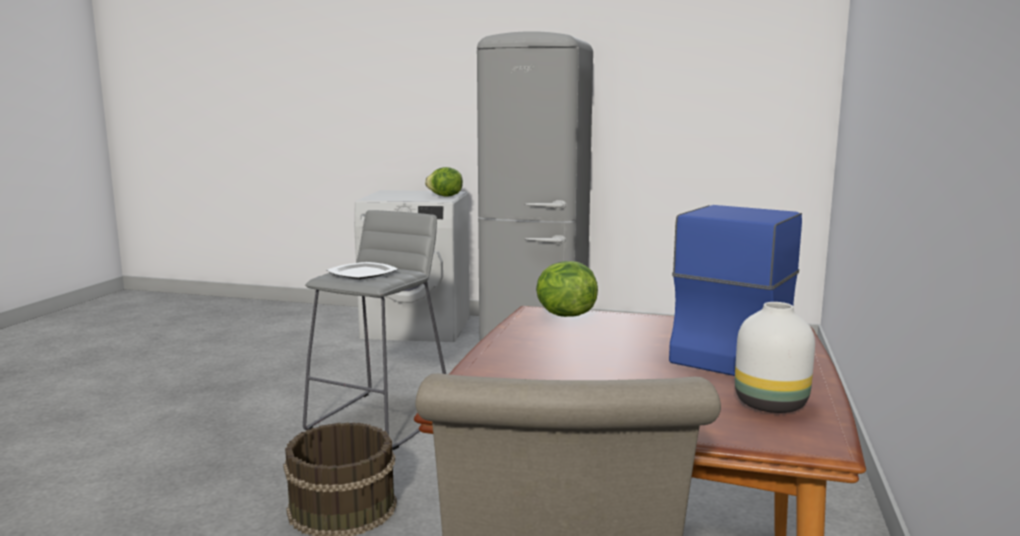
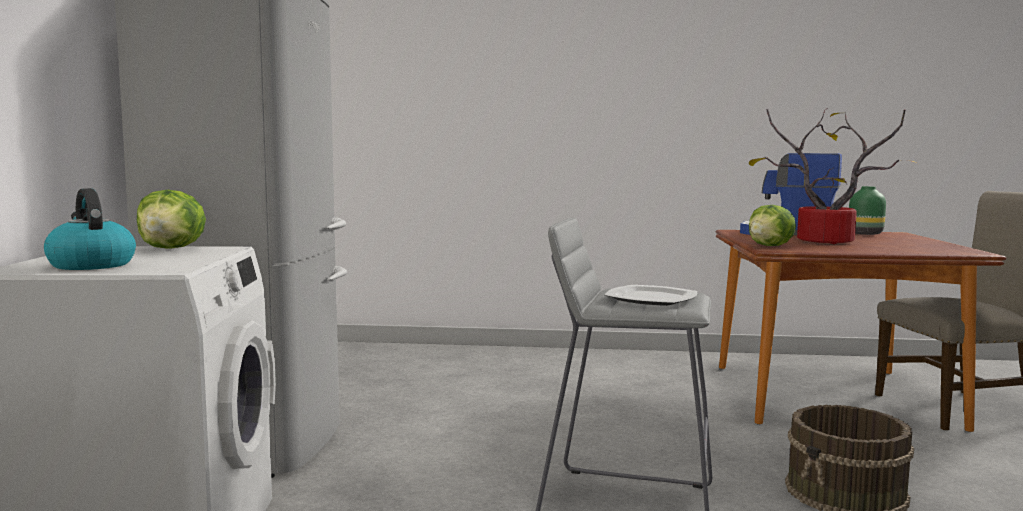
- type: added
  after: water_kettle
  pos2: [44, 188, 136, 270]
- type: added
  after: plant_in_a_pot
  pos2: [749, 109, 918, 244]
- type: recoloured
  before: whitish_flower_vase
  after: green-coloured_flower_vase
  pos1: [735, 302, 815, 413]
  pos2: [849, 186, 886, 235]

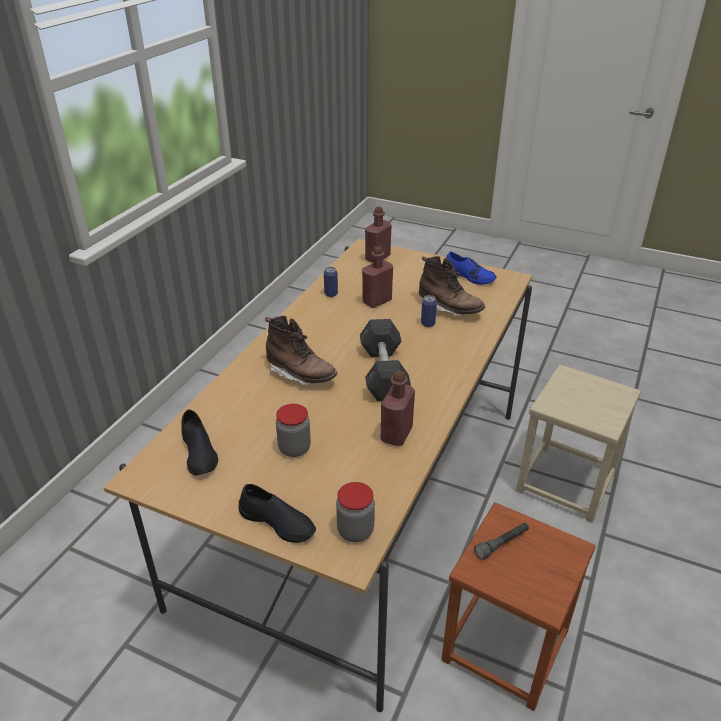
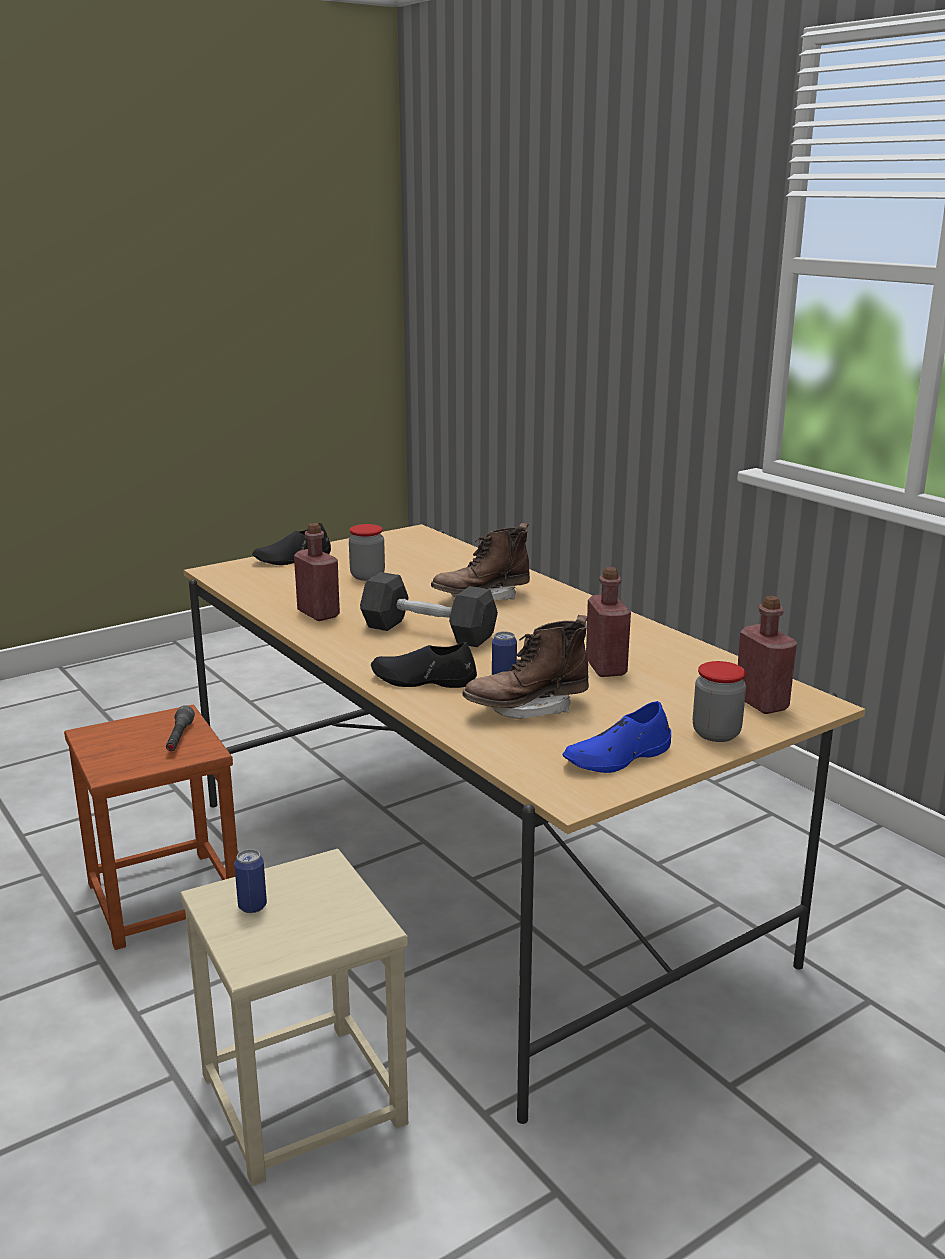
- type: moved
  before: black-coloured_shoe
  pos1: [181, 409, 218, 475]
  pos2: [371, 642, 477, 688]
- type: moved
  before: can
  pos1: [324, 267, 338, 297]
  pos2: [234, 849, 267, 913]
- type: moved
  before: preserve_jar
  pos1: [336, 482, 375, 542]
  pos2: [693, 661, 746, 742]

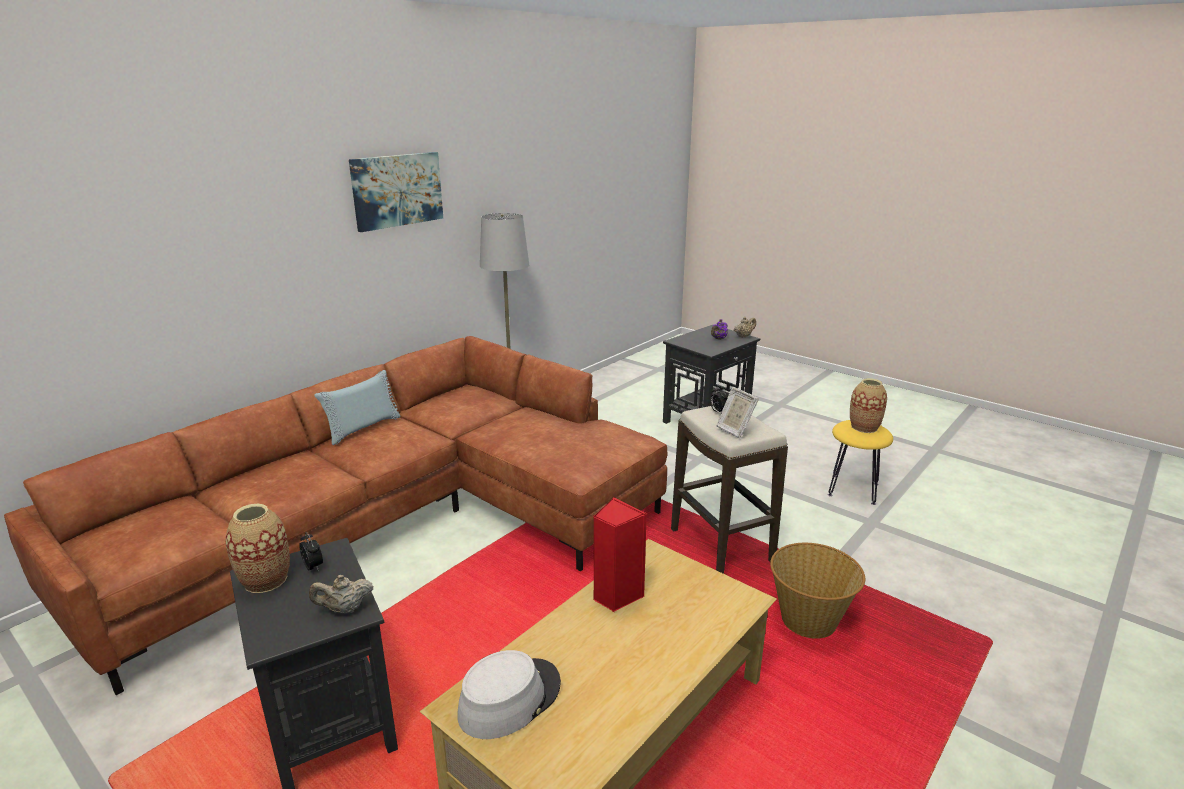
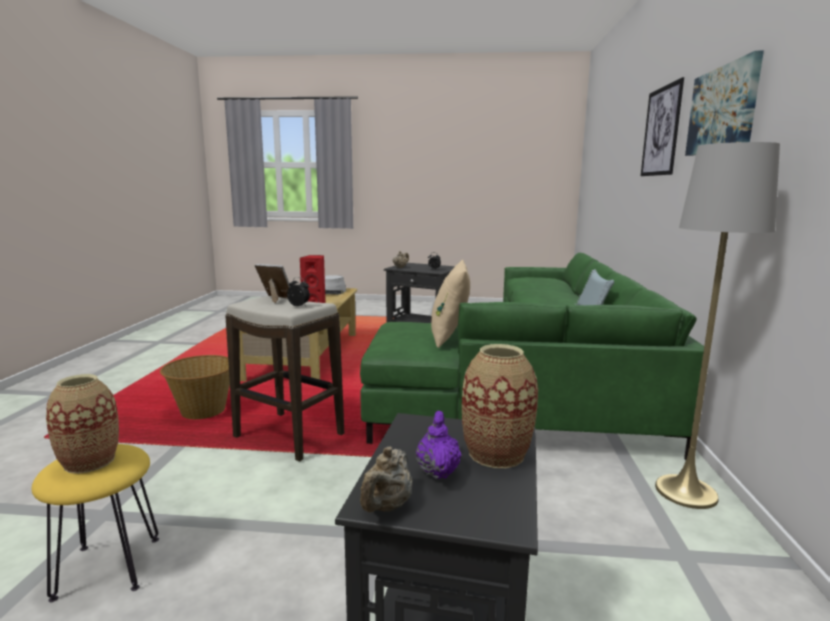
- type: added
  after: beige_cushion
  pos2: [431, 260, 470, 348]
- type: added
  after: wall_art
  pos2: [641, 77, 684, 176]
- type: moved
  before: flower_vase
  pos1: [226, 504, 290, 593]
  pos2: [462, 344, 538, 469]
- type: recoloured
  before: brown_couch
  after: green-coloured_couch
  pos1: [4, 336, 668, 695]
  pos2: [360, 253, 704, 460]

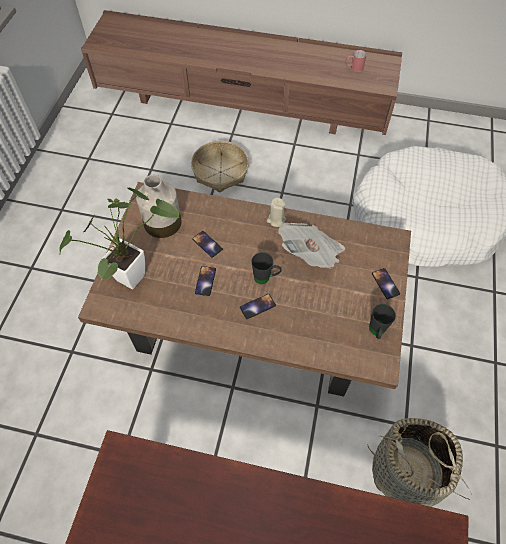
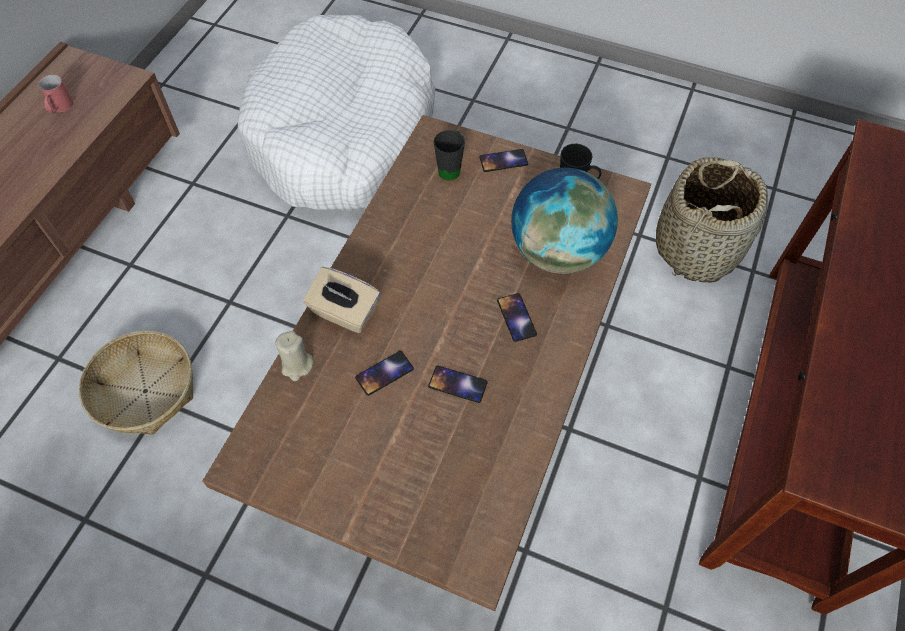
- type: removed
  before: plant_in_a_pot
  pos1: [59, 188, 179, 289]
- type: removed
  before: beige_flower_vase
  pos1: [136, 175, 182, 238]
- type: removed
  before: newspaper
  pos1: [278, 223, 345, 269]
- type: added
  after: beige_tissue_box
  pos2: [303, 267, 380, 333]
- type: added
  after: desk_globe
  pos2: [511, 168, 618, 274]
- type: moved
  before: black-coloured_coffee_mug
  pos1: [252, 252, 282, 284]
  pos2: [434, 130, 465, 181]
- type: moved
  before: beige_wax_light
  pos1: [267, 197, 286, 227]
  pos2: [275, 331, 314, 381]

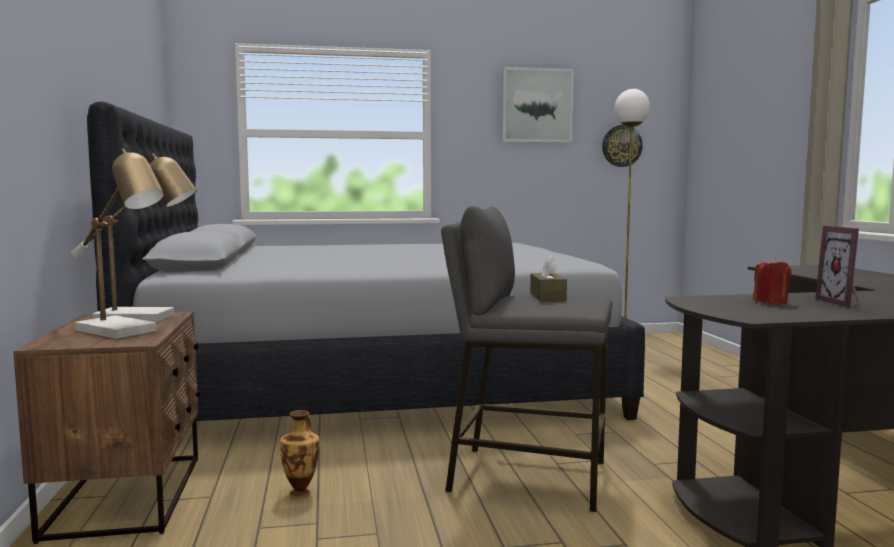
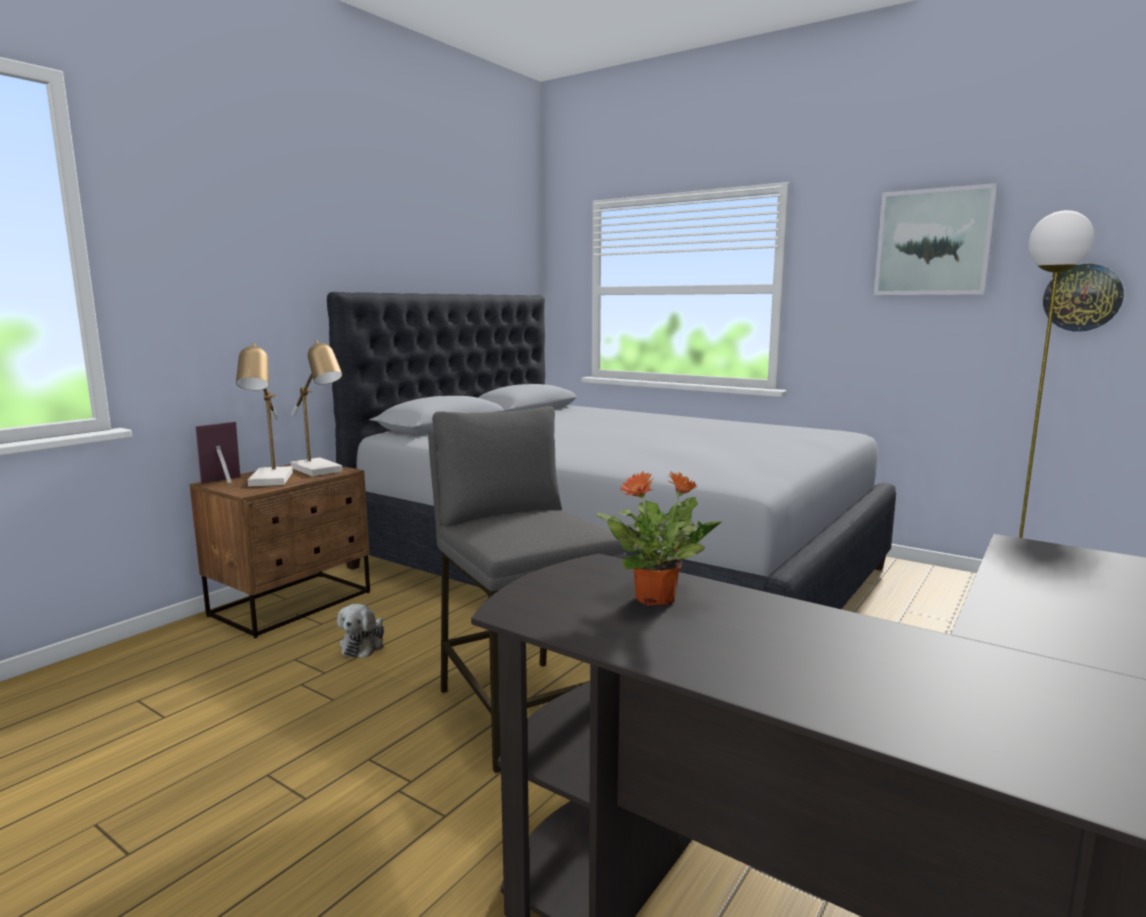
- type: removed
  before: brown_tissue_box
  pos1: [530, 255, 567, 302]
- type: moved
  before: standing_frame
  pos1: [815, 226, 861, 308]
  pos2: [196, 422, 240, 484]
- type: replaced
  before: flower_vase
  after: soft_toy
  pos1: [280, 410, 320, 498]
  pos2: [337, 604, 384, 658]
- type: replaced
  before: reddish_wax_light
  after: plant_in_a_pot
  pos1: [753, 257, 792, 304]
  pos2: [596, 471, 723, 605]

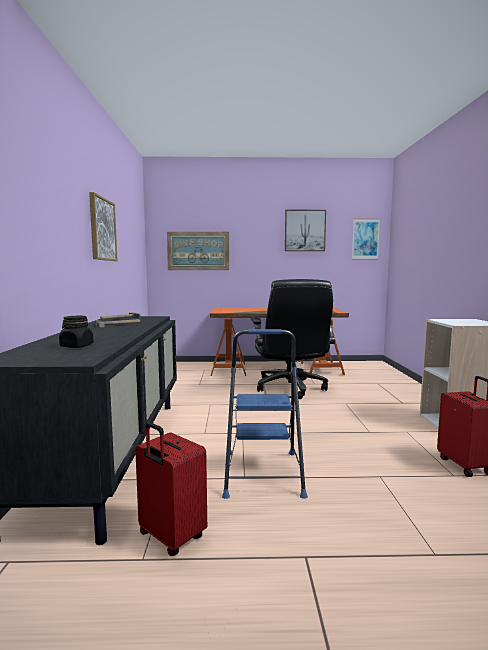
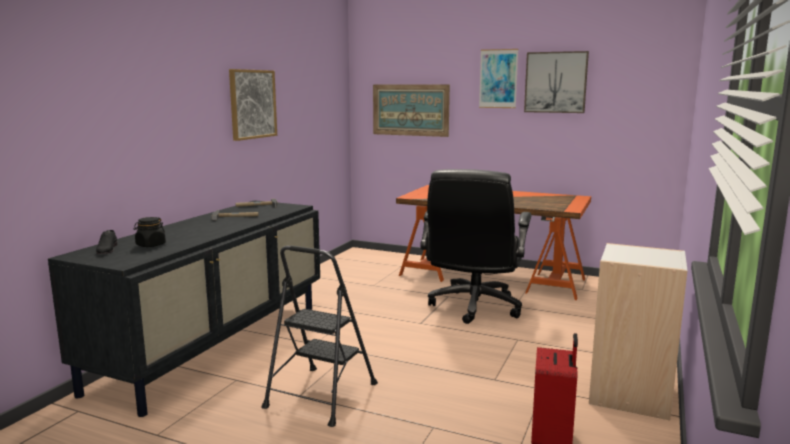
- type: removed
  before: reddish_travel_case
  pos1: [135, 422, 207, 556]
- type: added
  after: black-coloured_shoe
  pos2: [96, 230, 117, 254]
- type: moved
  before: wall_art
  pos1: [352, 219, 380, 260]
  pos2: [479, 49, 518, 108]
- type: recoloured
  before: blue-coloured_stepladder
  after: black-coloured_stepladder
  pos1: [222, 329, 308, 499]
  pos2: [261, 245, 378, 427]

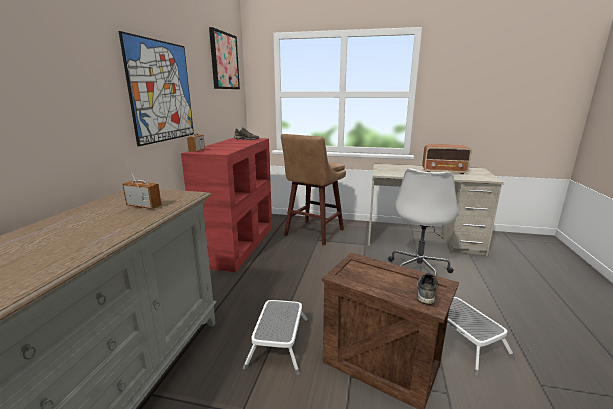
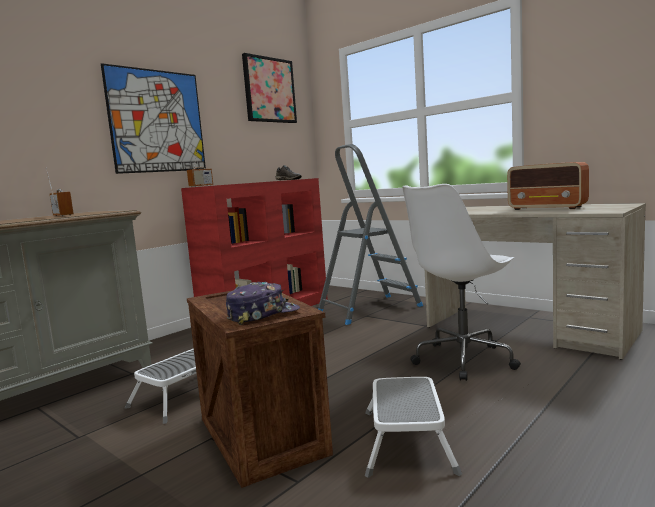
- type: replaced
  before: brown_stool_seat
  after: gray_stepladder
  pos1: [281, 134, 346, 245]
  pos2: [318, 144, 423, 325]
- type: replaced
  before: gray_shoe
  after: cap
  pos1: [417, 273, 438, 305]
  pos2: [226, 282, 300, 325]

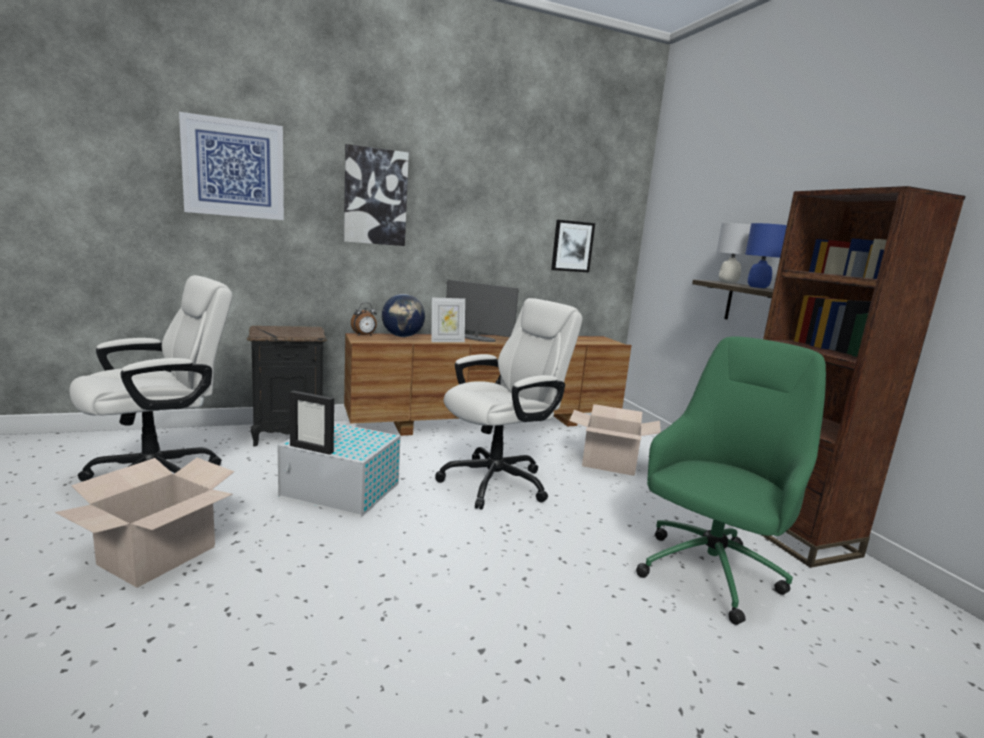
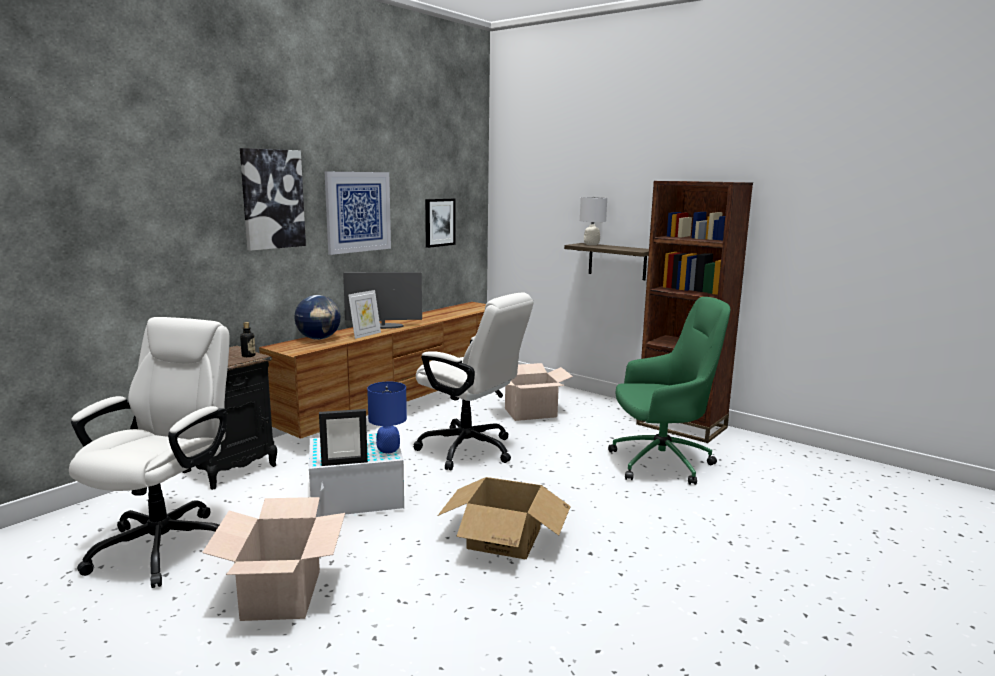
- type: removed
  before: alarm_clock
  pos1: [351, 302, 377, 336]
- type: added
  after: drink_bottle
  pos2: [240, 322, 256, 357]
- type: added
  after: packing_box
  pos2: [437, 477, 571, 560]
- type: moved
  before: wall_art
  pos1: [179, 112, 284, 220]
  pos2: [325, 172, 391, 255]
- type: moved
  before: blue-coloured_tabletop_lamp
  pos1: [745, 223, 787, 288]
  pos2: [367, 382, 407, 454]
- type: turned
  before: whitish_desk_chair
  pos1: [435, 298, 582, 510]
  pos2: [413, 293, 533, 470]
  turn: 105
- type: turned
  before: green-coloured_desk_chair
  pos1: [636, 337, 826, 625]
  pos2: [608, 297, 731, 485]
  turn: 75

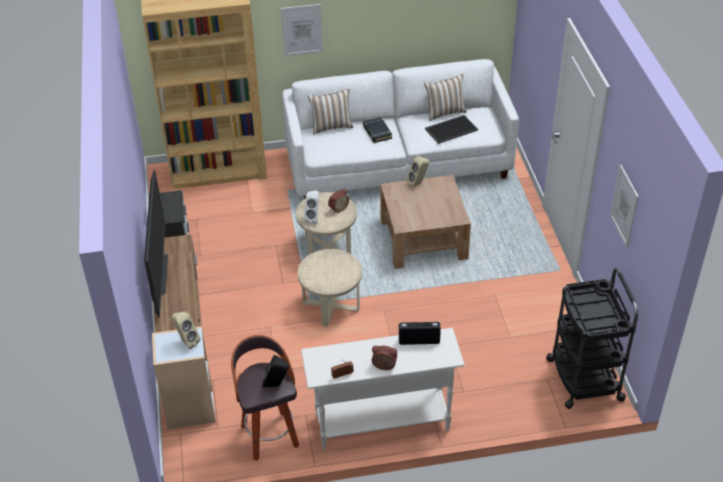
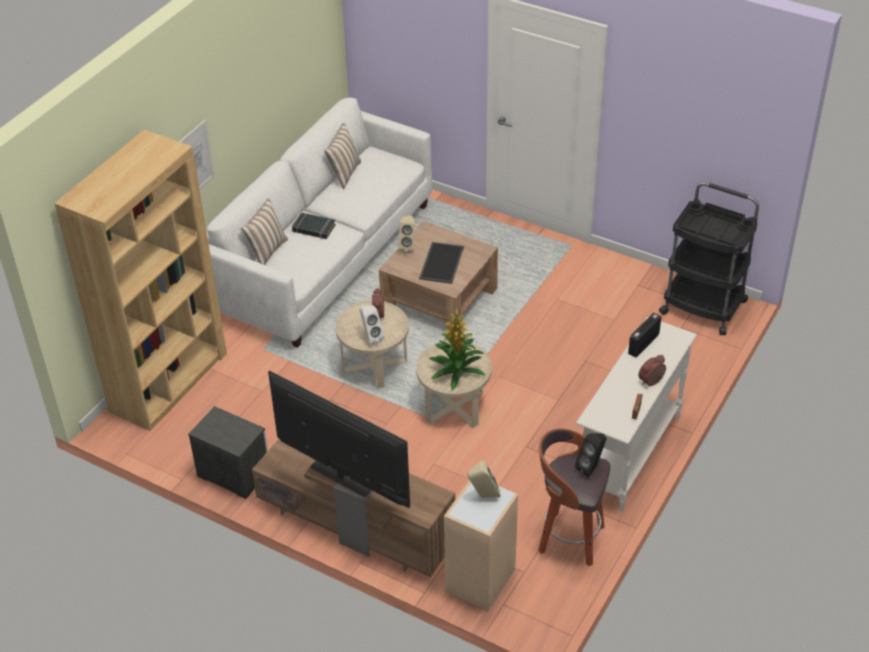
- type: removed
  before: wall_art
  pos1: [610, 165, 639, 248]
- type: added
  after: plant_in_a_pot
  pos2: [429, 308, 485, 391]
- type: moved
  before: carrying_tray
  pos1: [425, 115, 478, 144]
  pos2: [419, 242, 464, 284]

